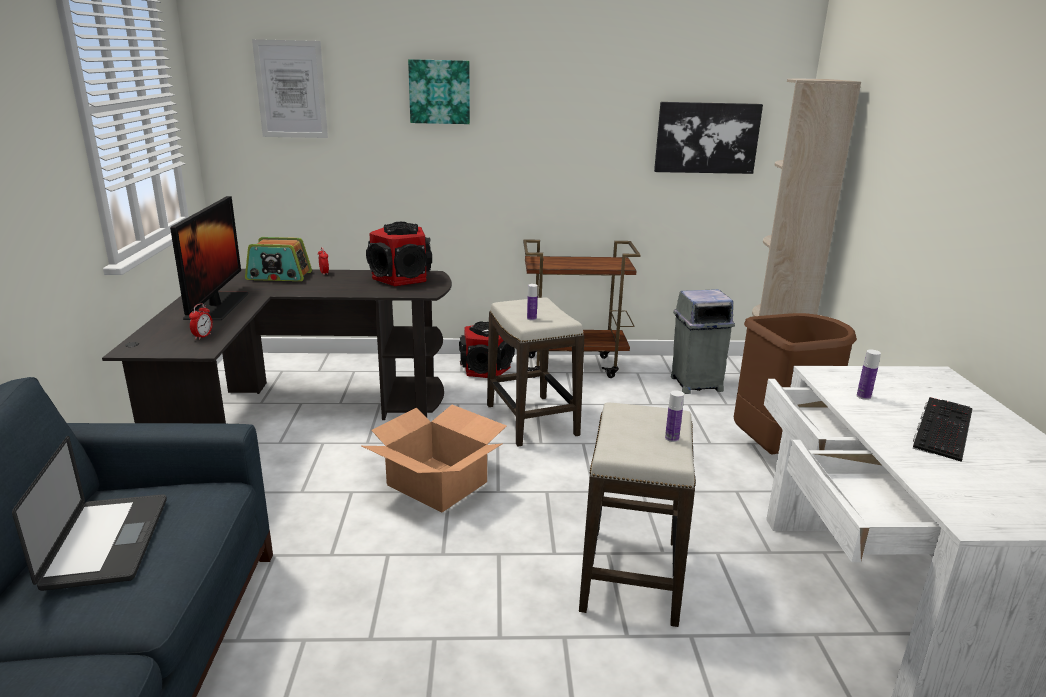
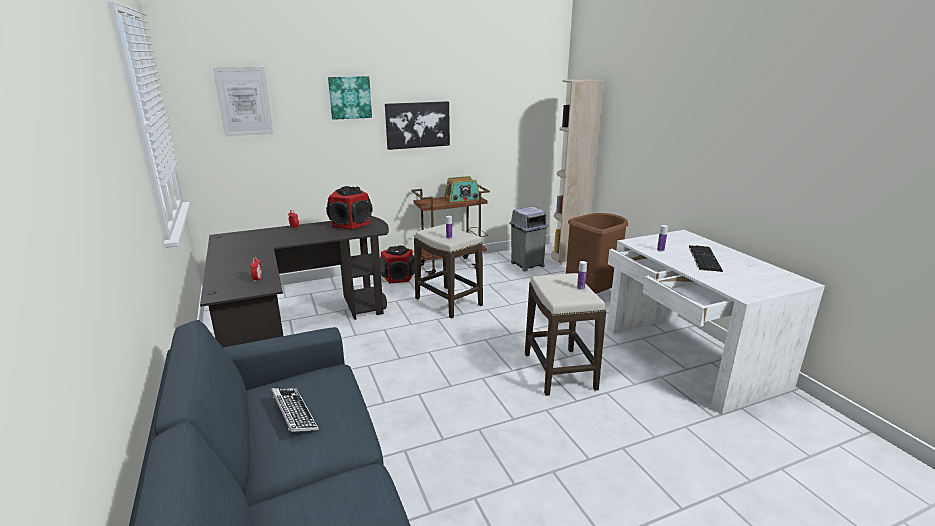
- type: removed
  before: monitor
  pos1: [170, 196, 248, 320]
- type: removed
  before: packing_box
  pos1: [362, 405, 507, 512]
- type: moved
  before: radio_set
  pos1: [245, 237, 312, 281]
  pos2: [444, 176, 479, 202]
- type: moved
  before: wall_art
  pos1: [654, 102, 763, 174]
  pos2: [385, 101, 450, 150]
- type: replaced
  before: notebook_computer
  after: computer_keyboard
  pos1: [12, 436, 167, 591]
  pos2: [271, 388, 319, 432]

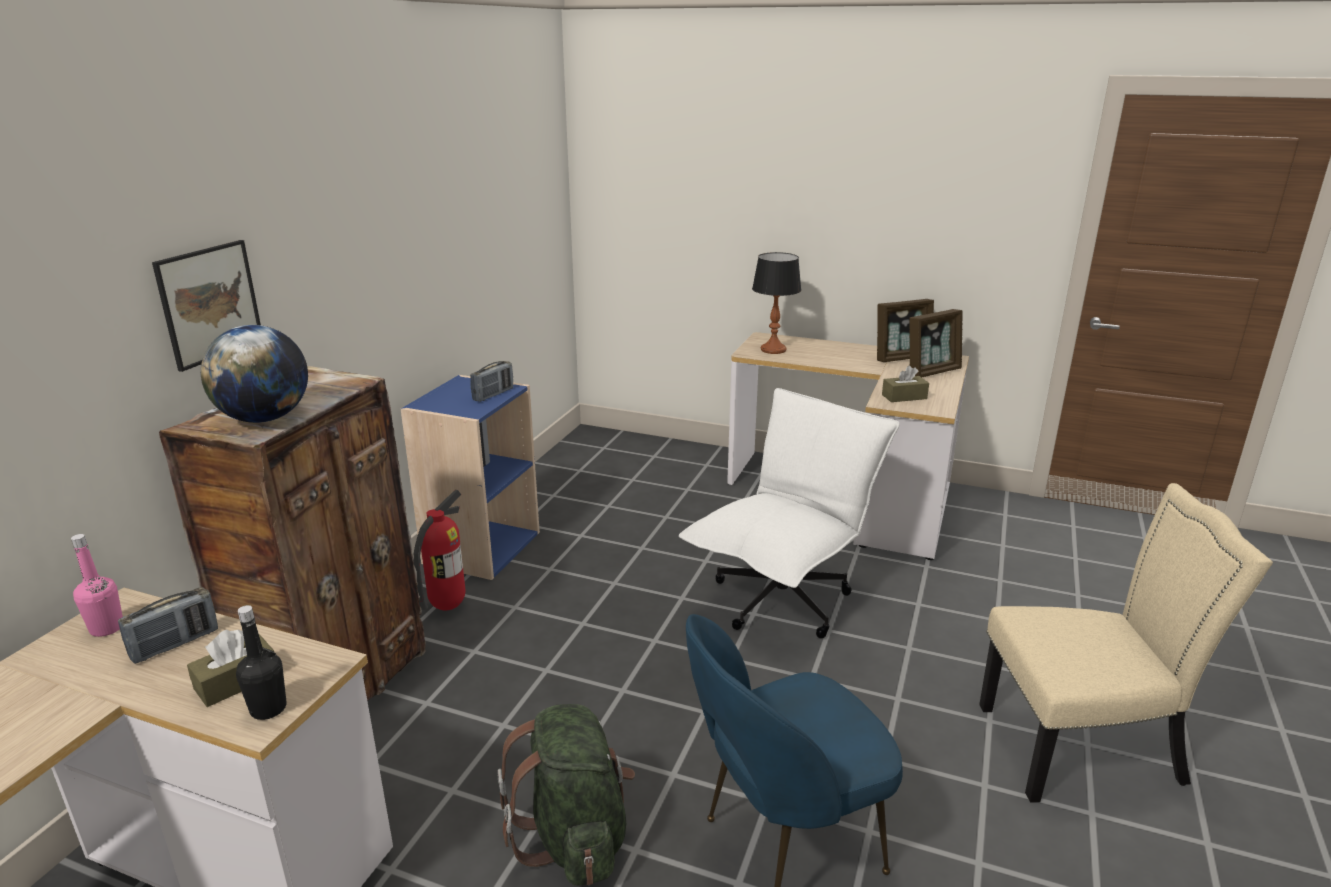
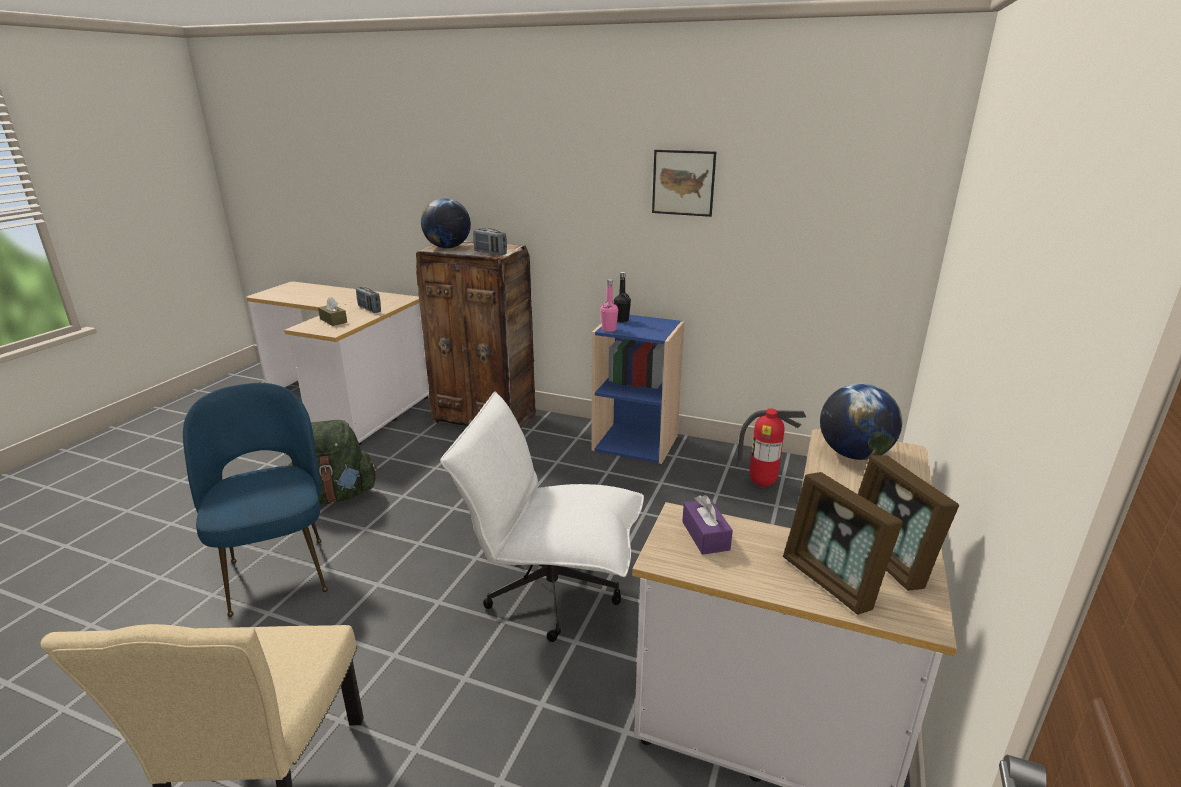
- type: moved
  before: pink_drink_bottle
  pos1: [71, 534, 123, 637]
  pos2: [601, 279, 618, 332]
- type: moved
  before: wall_art
  pos1: [152, 240, 261, 372]
  pos2: [652, 150, 716, 217]
- type: moved
  before: black-coloured_drink_bottle
  pos1: [236, 605, 287, 720]
  pos2: [614, 272, 631, 323]
- type: moved
  before: fire_extinguisher
  pos1: [413, 490, 465, 610]
  pos2: [736, 409, 806, 487]
- type: moved
  before: radio_set
  pos1: [470, 361, 513, 402]
  pos2: [473, 228, 507, 255]
- type: replaced
  before: tabletop_lamp
  after: desk_globe
  pos1: [752, 252, 801, 354]
  pos2: [820, 383, 902, 460]
- type: recoloured
  before: brown_tissue_box
  after: purplish_tissue_box
  pos1: [882, 366, 929, 402]
  pos2: [682, 495, 733, 555]
- type: turned
  before: whitish_desk_chair
  pos1: [679, 388, 900, 639]
  pos2: [440, 391, 644, 642]
  turn: 150

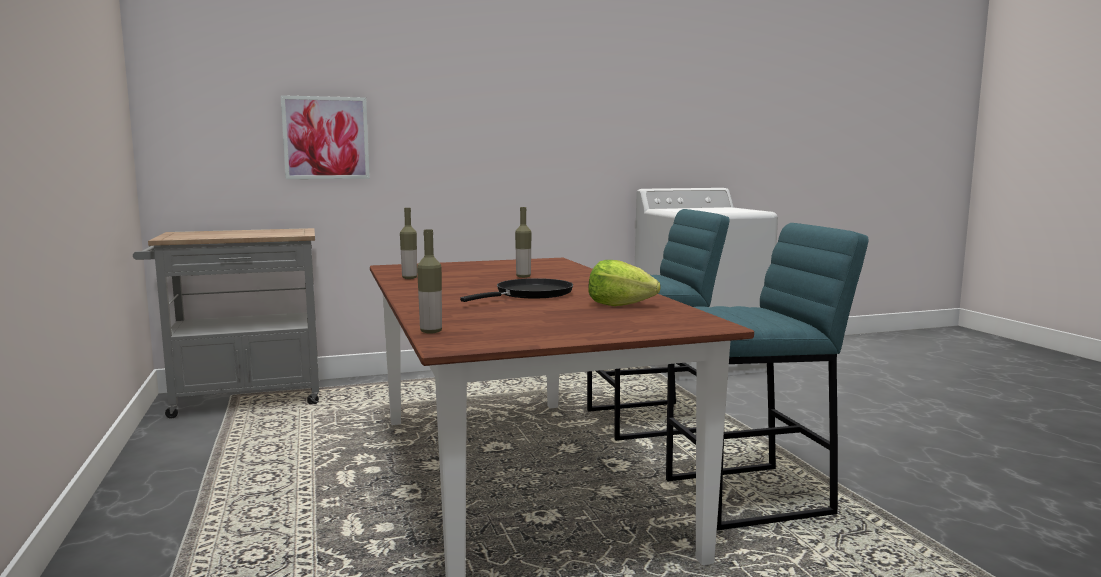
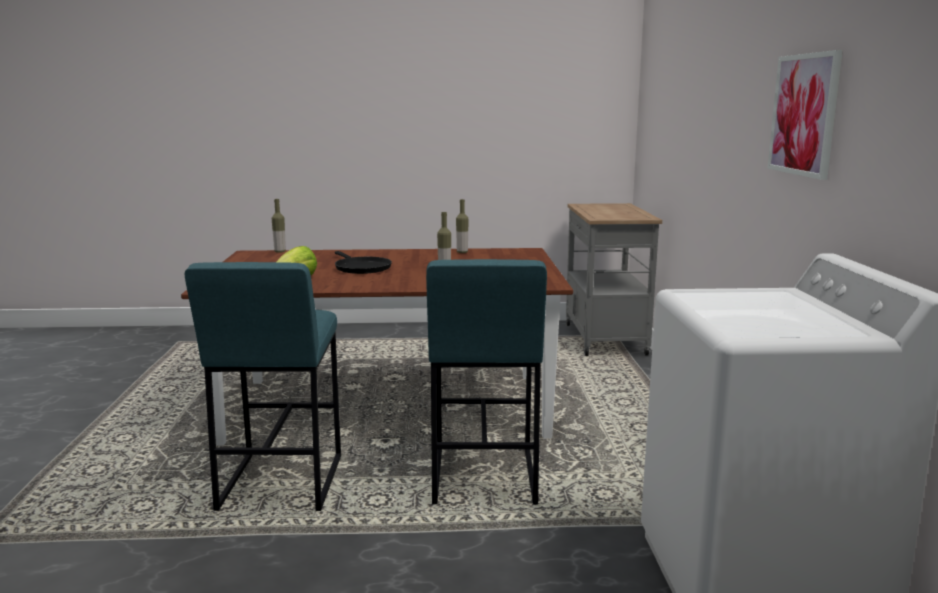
- type: moved
  before: wall_art
  pos1: [281, 95, 370, 179]
  pos2: [767, 50, 843, 180]

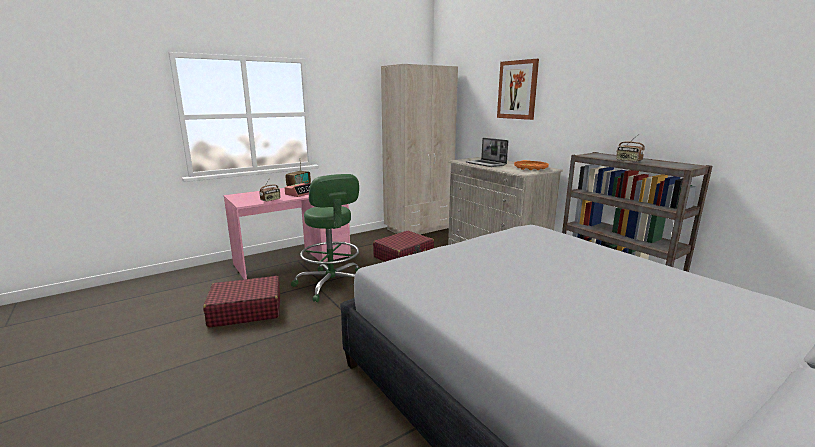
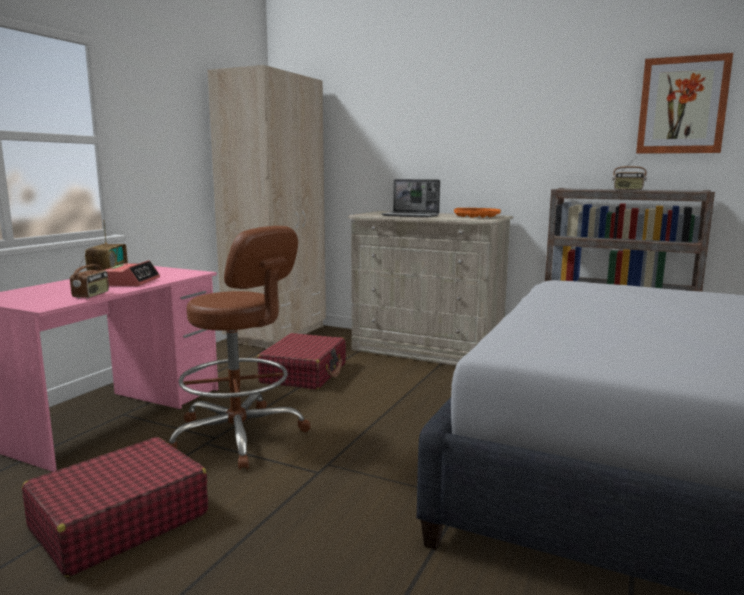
- type: moved
  before: wall_art
  pos1: [497, 59, 539, 120]
  pos2: [636, 53, 733, 154]
- type: recoloured
  before: green-coloured_stool_seat
  after: brown_stool_seat
  pos1: [291, 174, 360, 302]
  pos2: [168, 226, 311, 470]

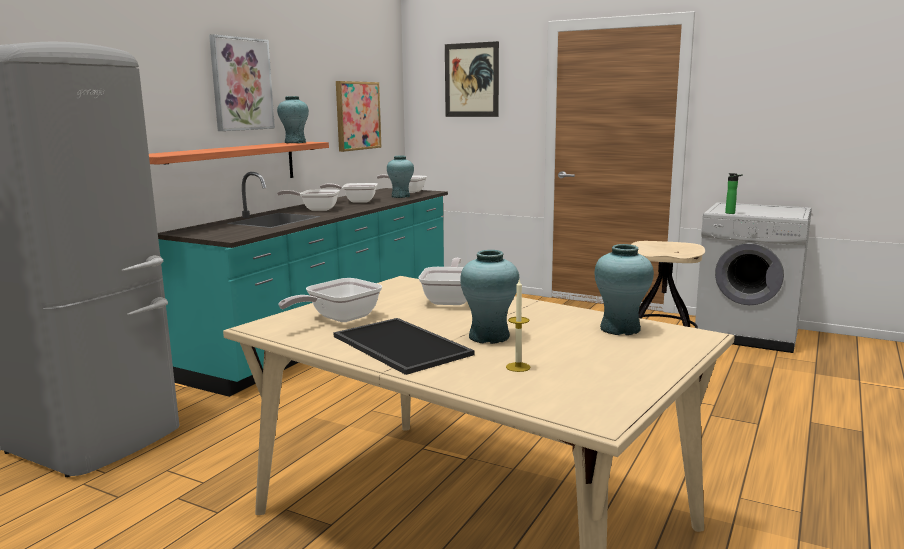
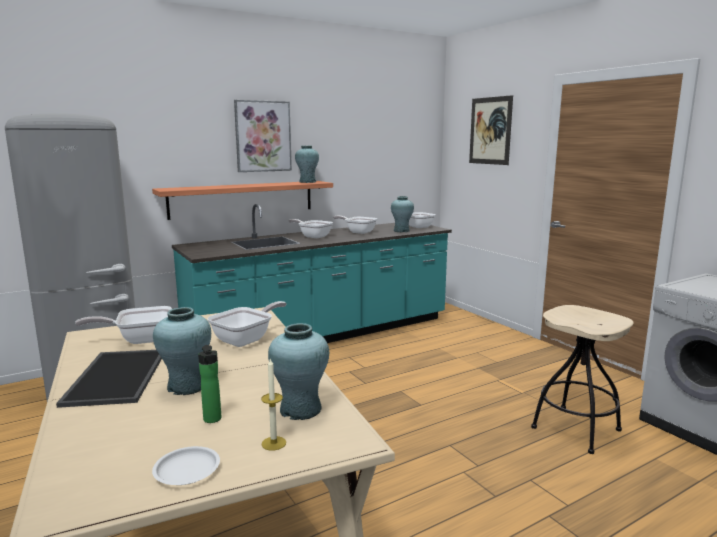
- type: removed
  before: wall_art
  pos1: [336, 81, 381, 152]
- type: added
  after: whitish_dinner_plate
  pos2: [152, 446, 220, 485]
- type: moved
  before: wax_light
  pos1: [506, 280, 530, 372]
  pos2: [261, 358, 286, 451]
- type: moved
  before: drink_bottle
  pos1: [725, 173, 743, 214]
  pos2: [198, 345, 221, 423]

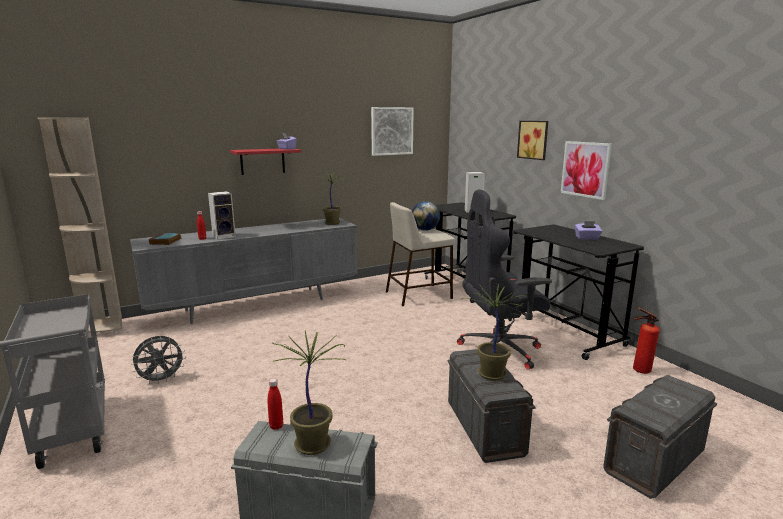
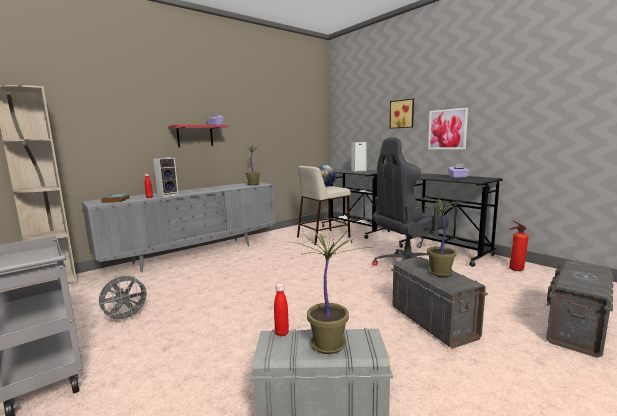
- type: removed
  before: wall_art
  pos1: [371, 107, 414, 156]

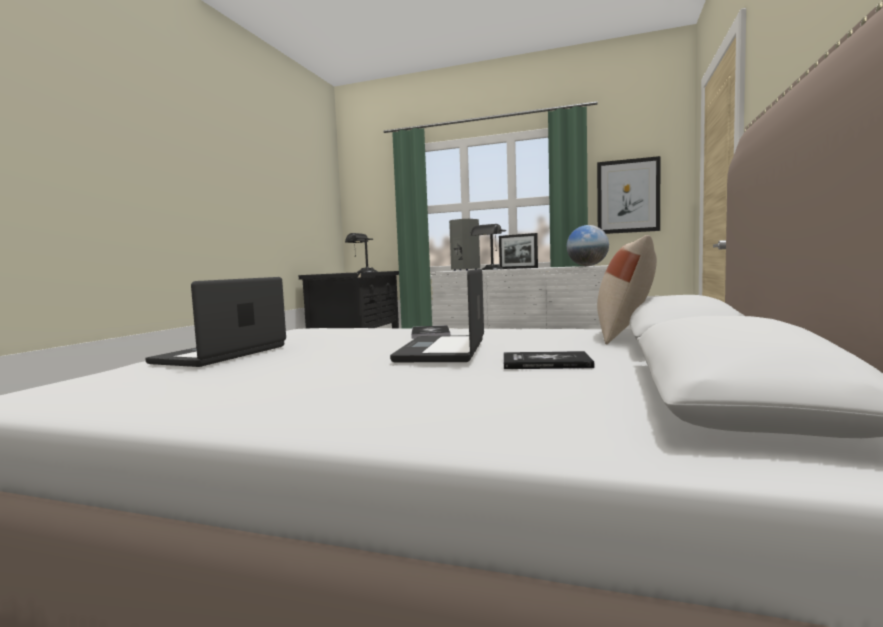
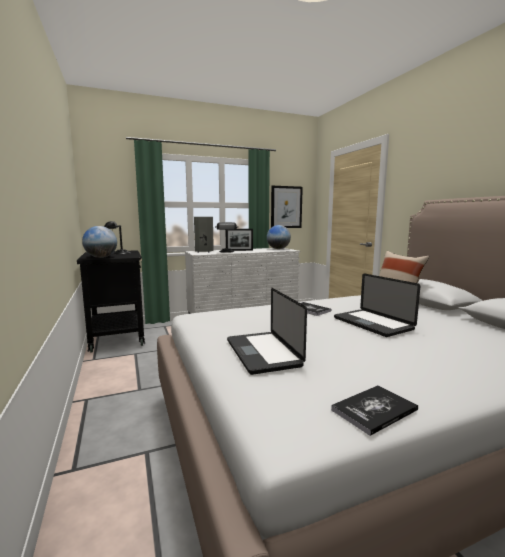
- type: added
  after: desk_globe
  pos2: [82, 226, 117, 258]
- type: moved
  before: book
  pos1: [503, 351, 594, 369]
  pos2: [331, 385, 418, 436]

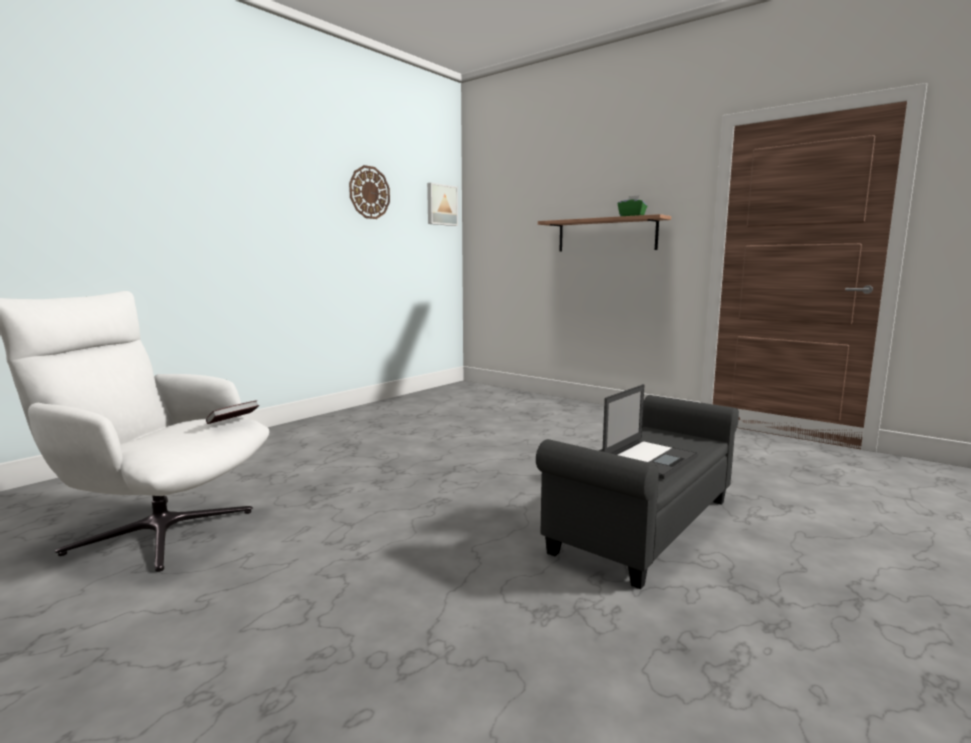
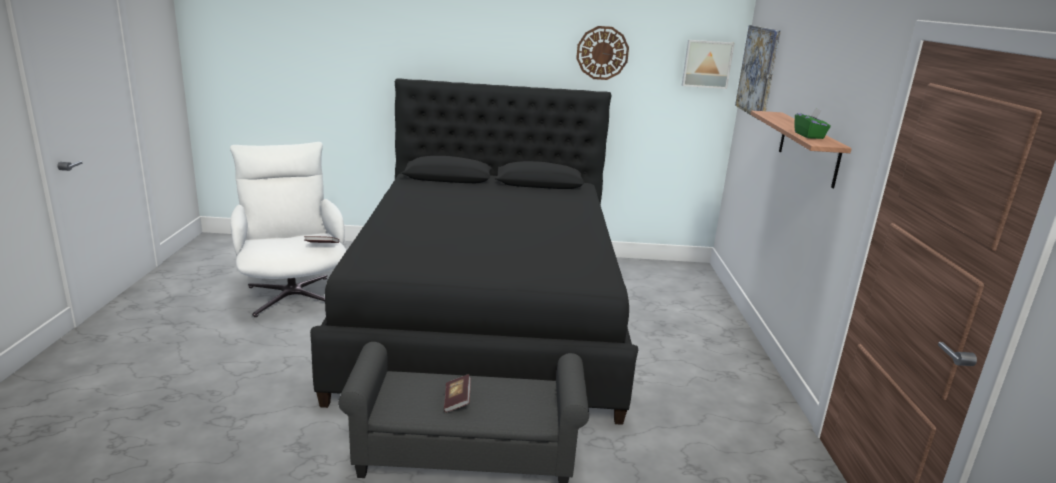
- type: added
  after: black-coloured_bedroom_bed
  pos2: [310, 78, 638, 425]
- type: added
  after: wall_art
  pos2: [735, 25, 781, 120]
- type: replaced
  before: notebook_computer
  after: book
  pos1: [602, 384, 698, 479]
  pos2: [444, 374, 471, 413]

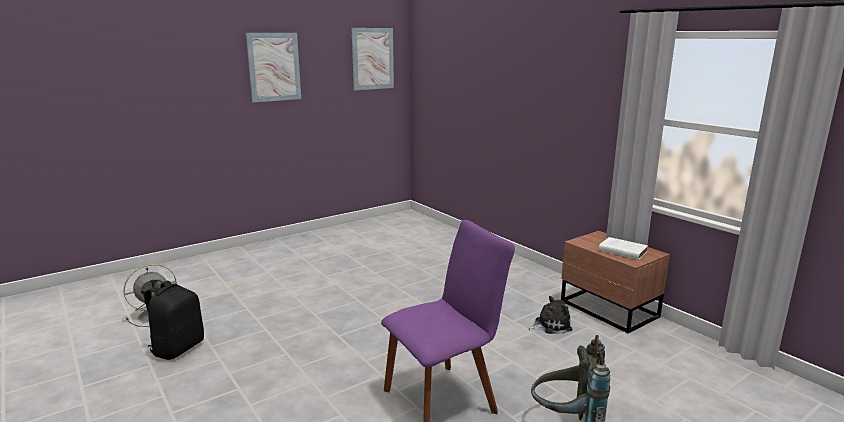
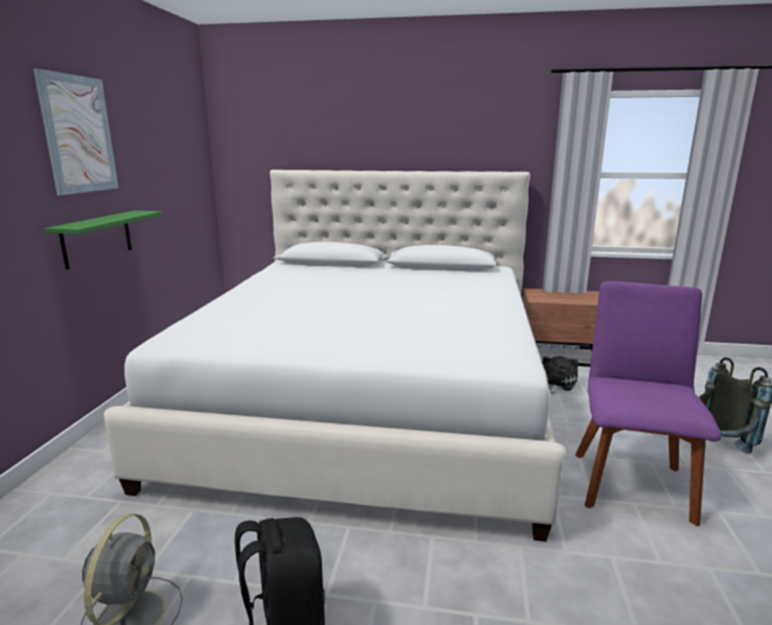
- type: removed
  before: wall_art
  pos1: [352, 28, 394, 90]
- type: removed
  before: whitish_book
  pos1: [599, 237, 648, 260]
- type: added
  after: green-coloured_shelf
  pos2: [45, 211, 162, 270]
- type: added
  after: whitish_bedroom_bed
  pos2: [104, 170, 566, 542]

